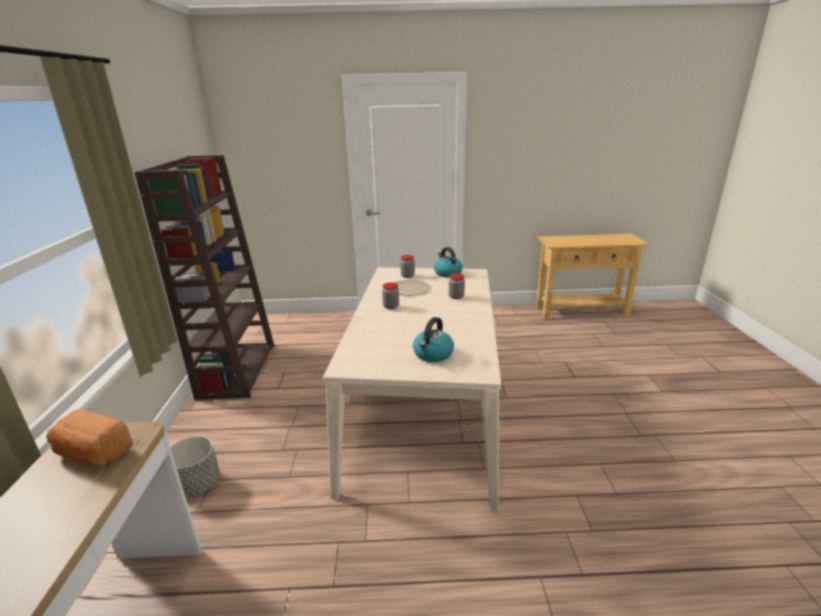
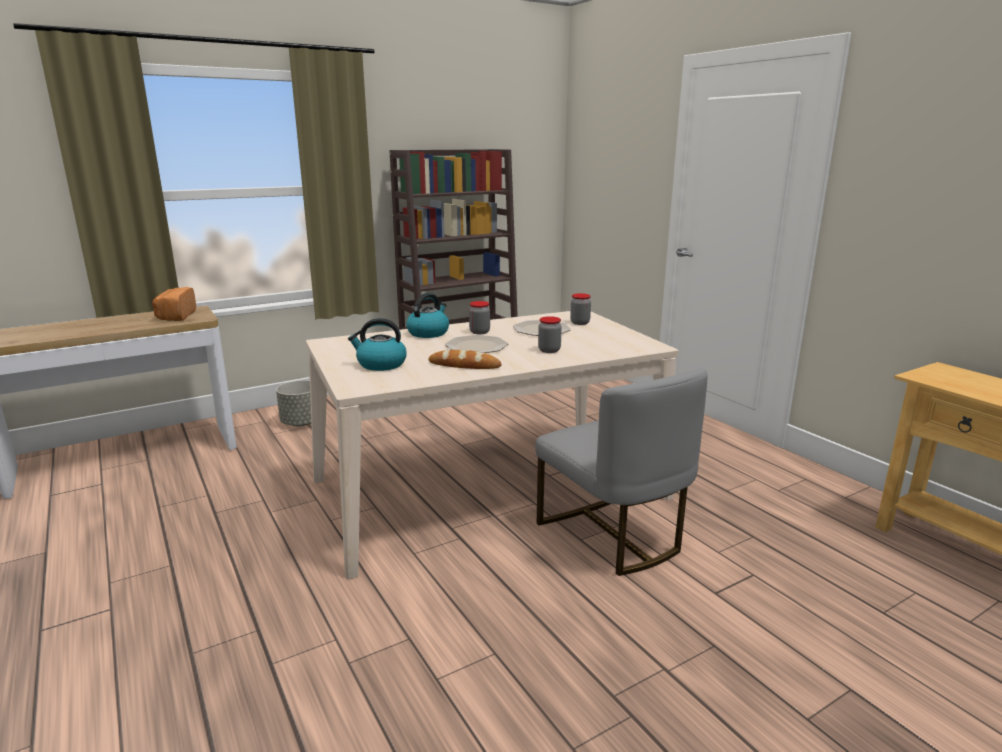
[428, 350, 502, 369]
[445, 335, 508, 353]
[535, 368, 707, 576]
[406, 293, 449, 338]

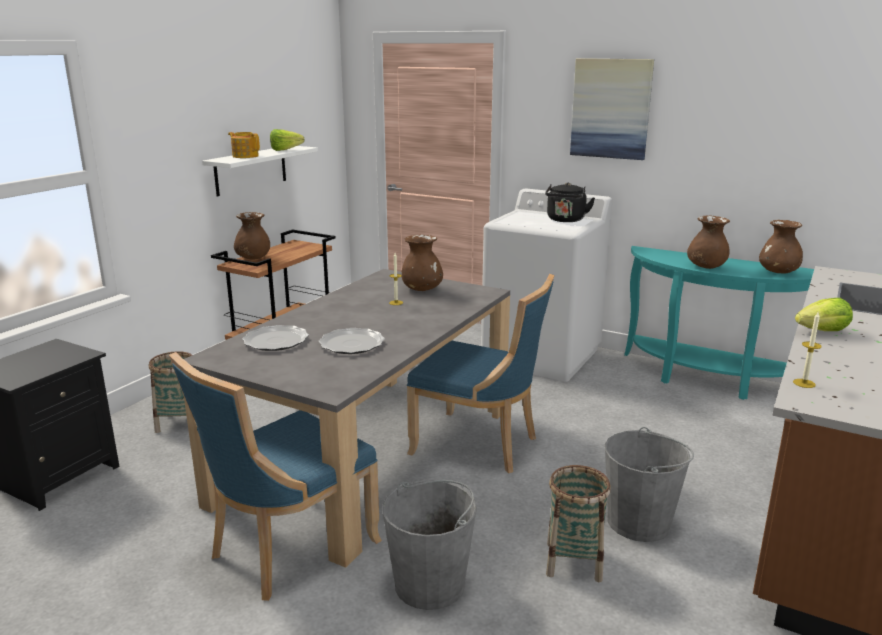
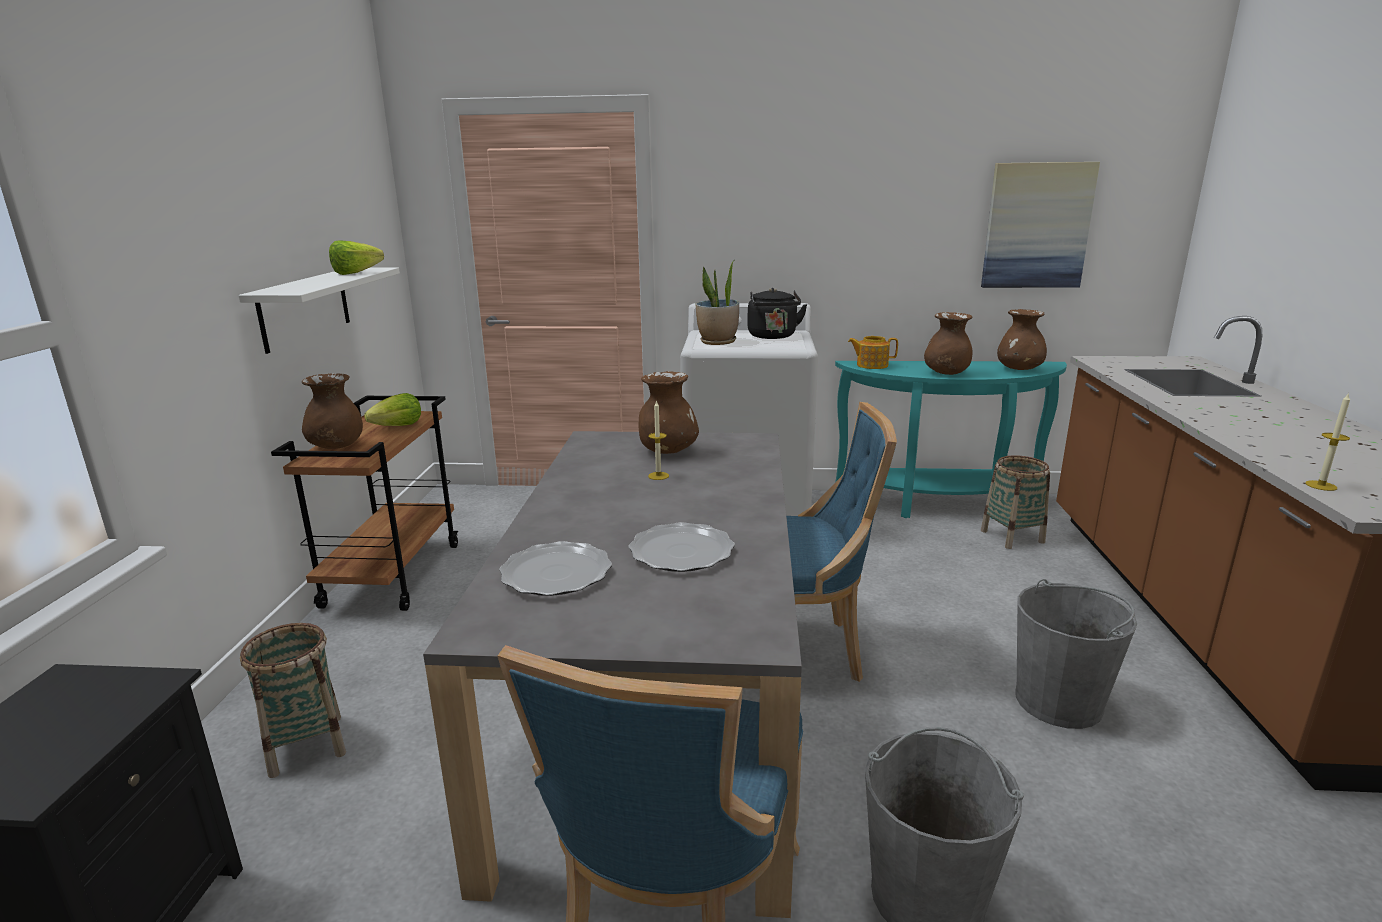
[695, 262, 739, 345]
[848, 336, 898, 369]
[981, 455, 1050, 549]
[981, 162, 1100, 288]
[364, 393, 421, 426]

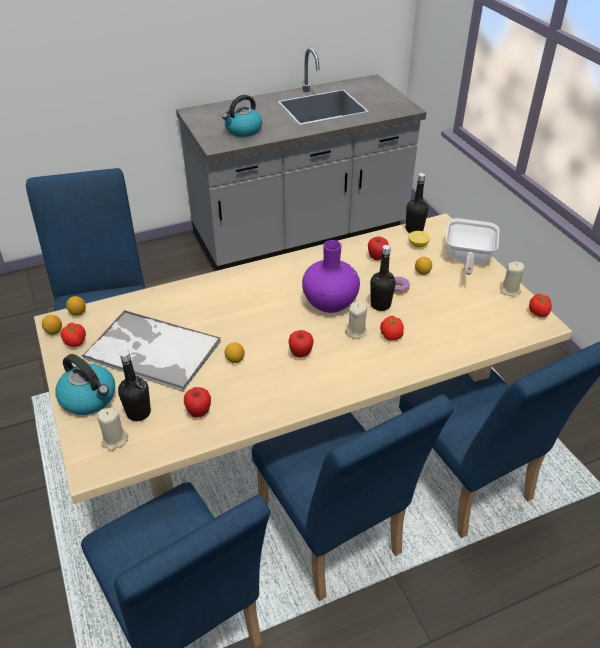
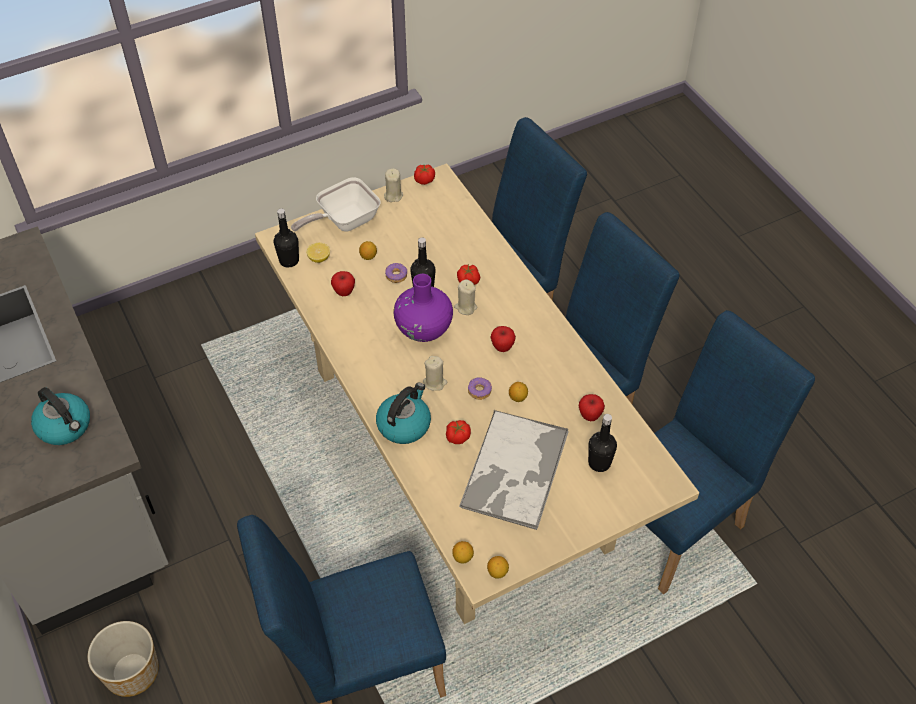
[88, 621, 159, 697]
[468, 377, 492, 400]
[376, 383, 431, 444]
[446, 420, 471, 444]
[423, 356, 447, 391]
[291, 177, 381, 232]

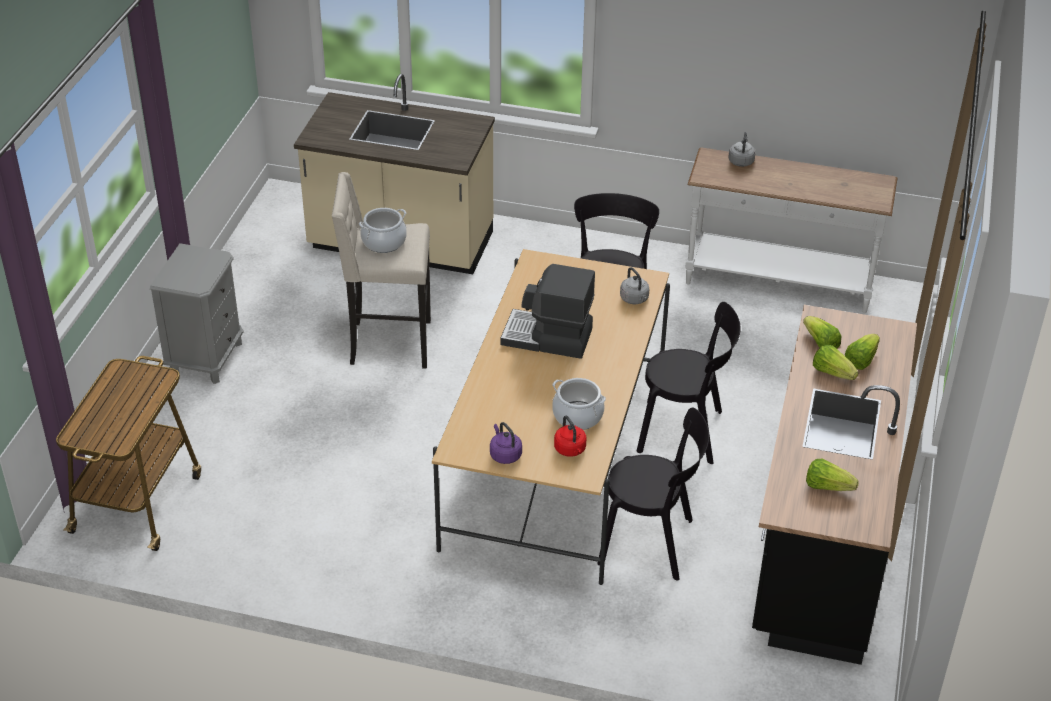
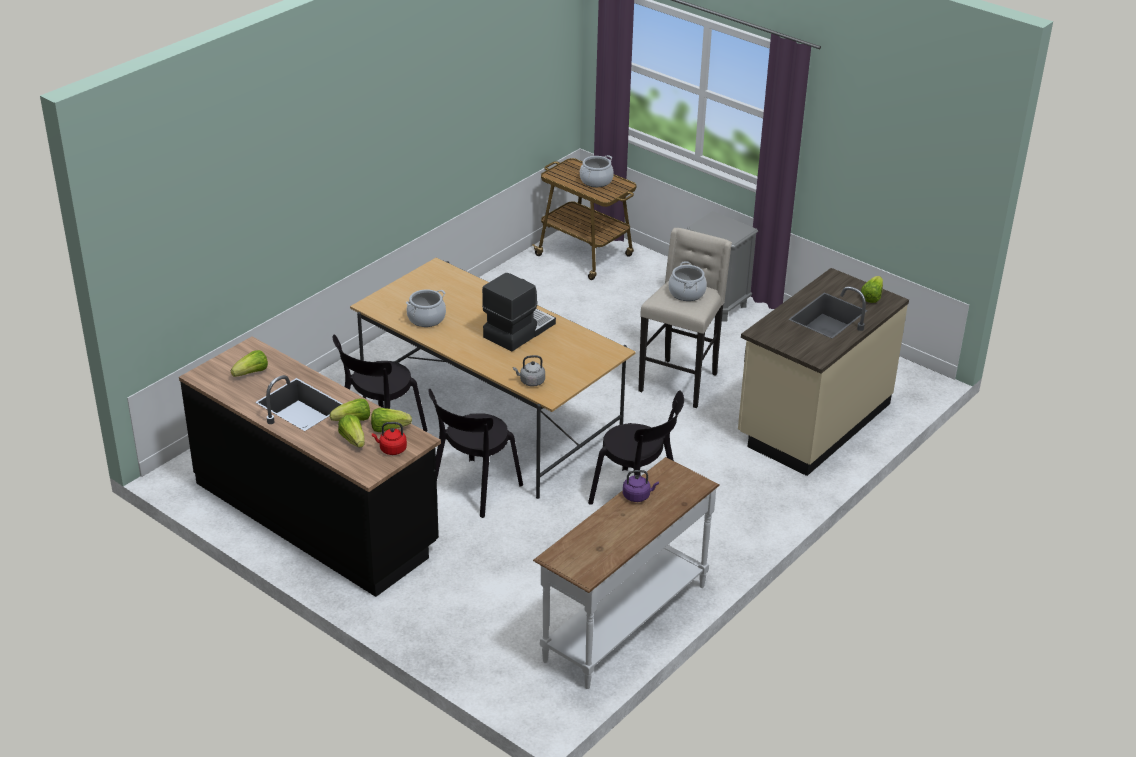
[728, 132, 755, 167] (first image)
[580, 155, 614, 187]
[861, 276, 883, 303]
[623, 470, 659, 502]
[372, 422, 407, 455]

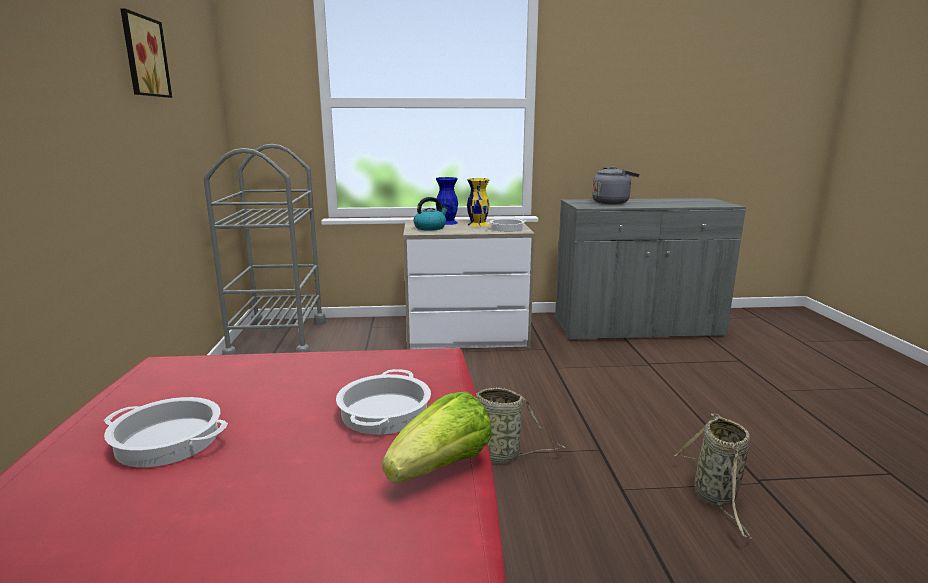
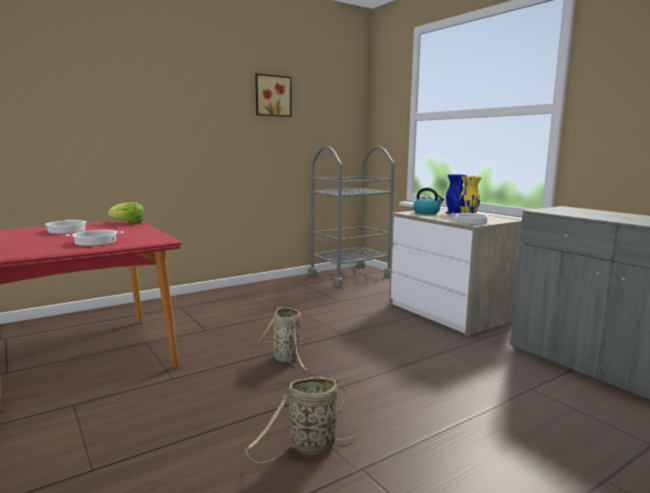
[592, 166, 639, 204] (first image)
[108, 202, 145, 223]

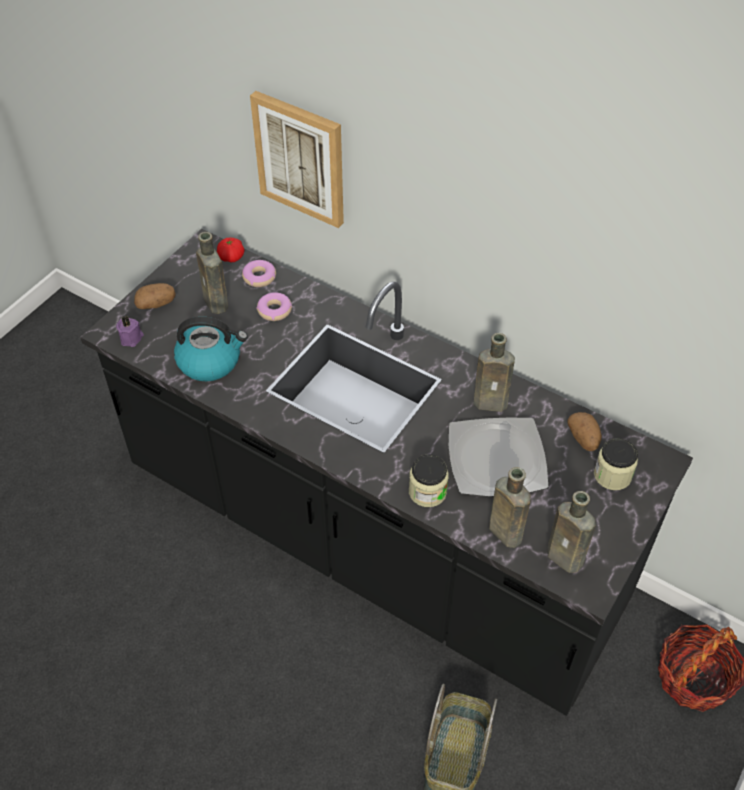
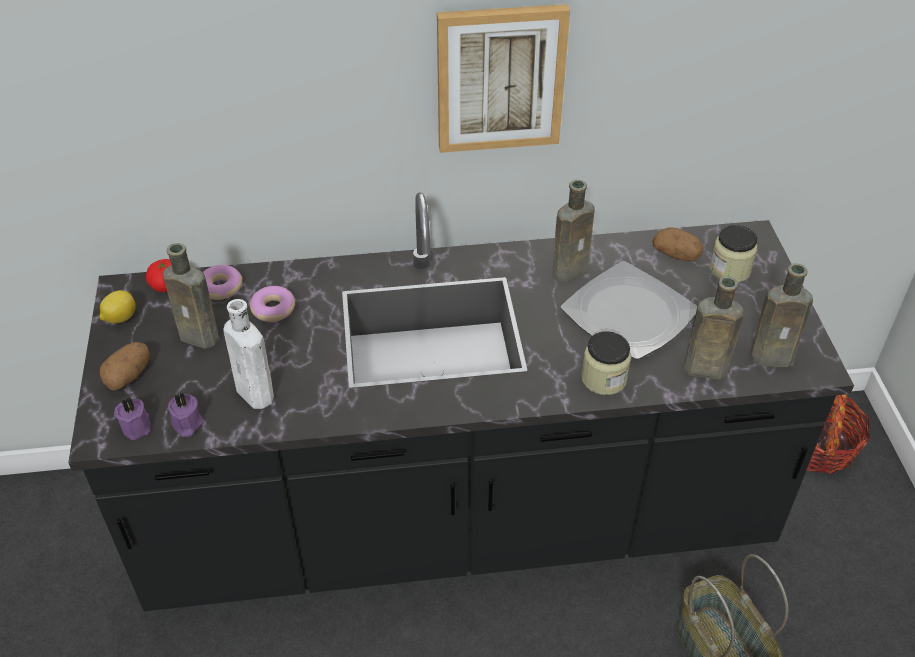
[99, 290, 136, 324]
[168, 393, 203, 437]
[437, 4, 570, 153]
[224, 299, 274, 409]

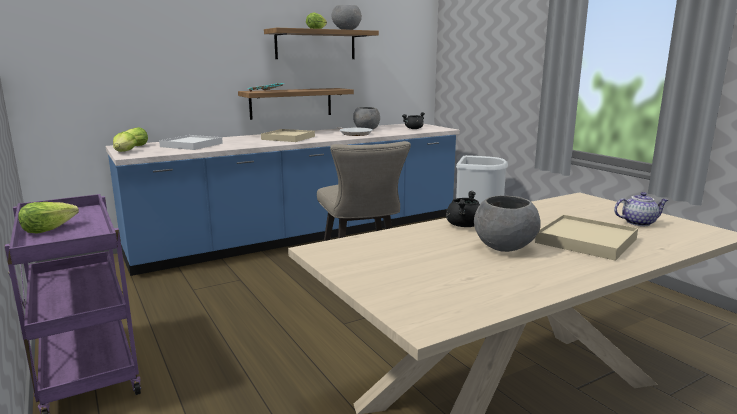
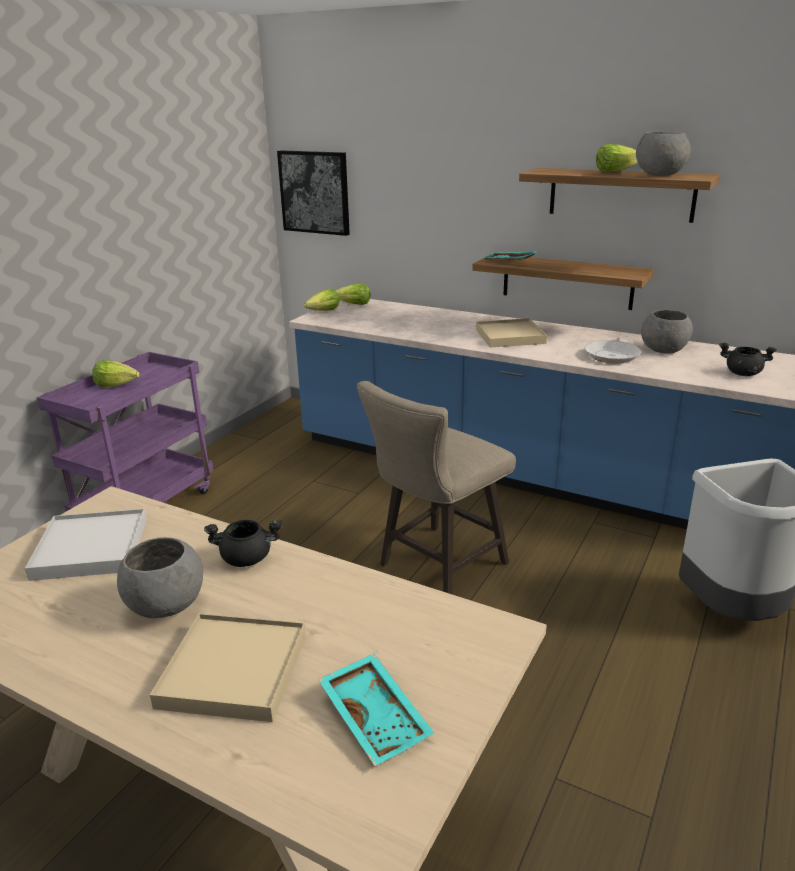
[277, 150, 350, 236]
[25, 509, 147, 581]
[318, 654, 434, 766]

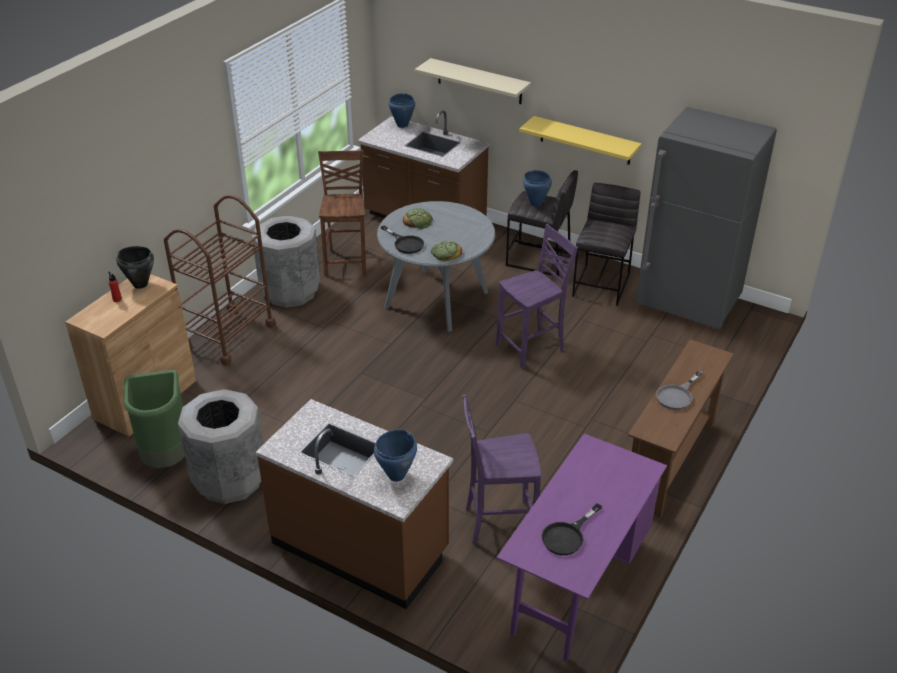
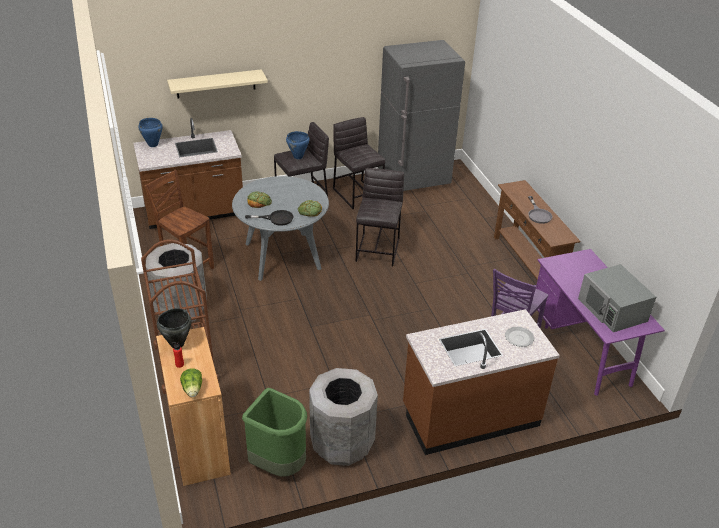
[519, 116, 642, 165] (first image)
[180, 368, 202, 397]
[505, 327, 535, 347]
[356, 168, 404, 266]
[578, 264, 656, 332]

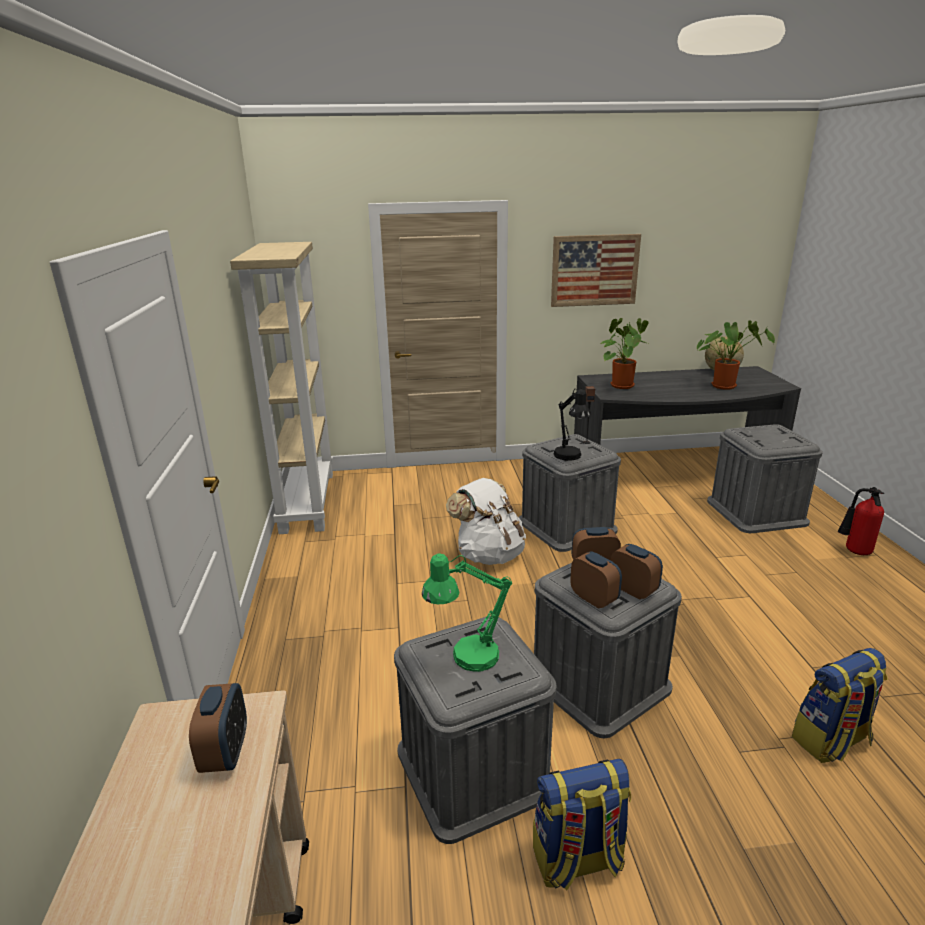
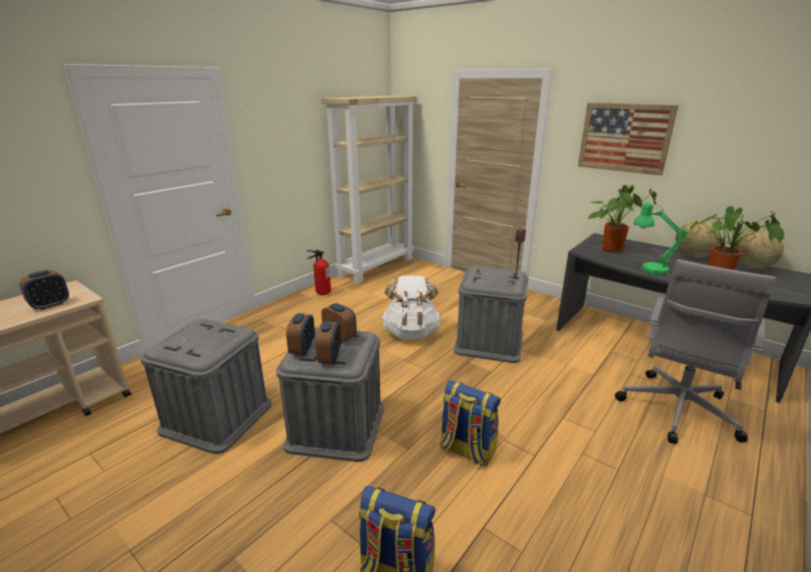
[553, 389, 591, 461] (first image)
[676, 219, 720, 258]
[633, 202, 688, 275]
[440, 380, 501, 467]
[307, 250, 331, 295]
[615, 259, 776, 444]

